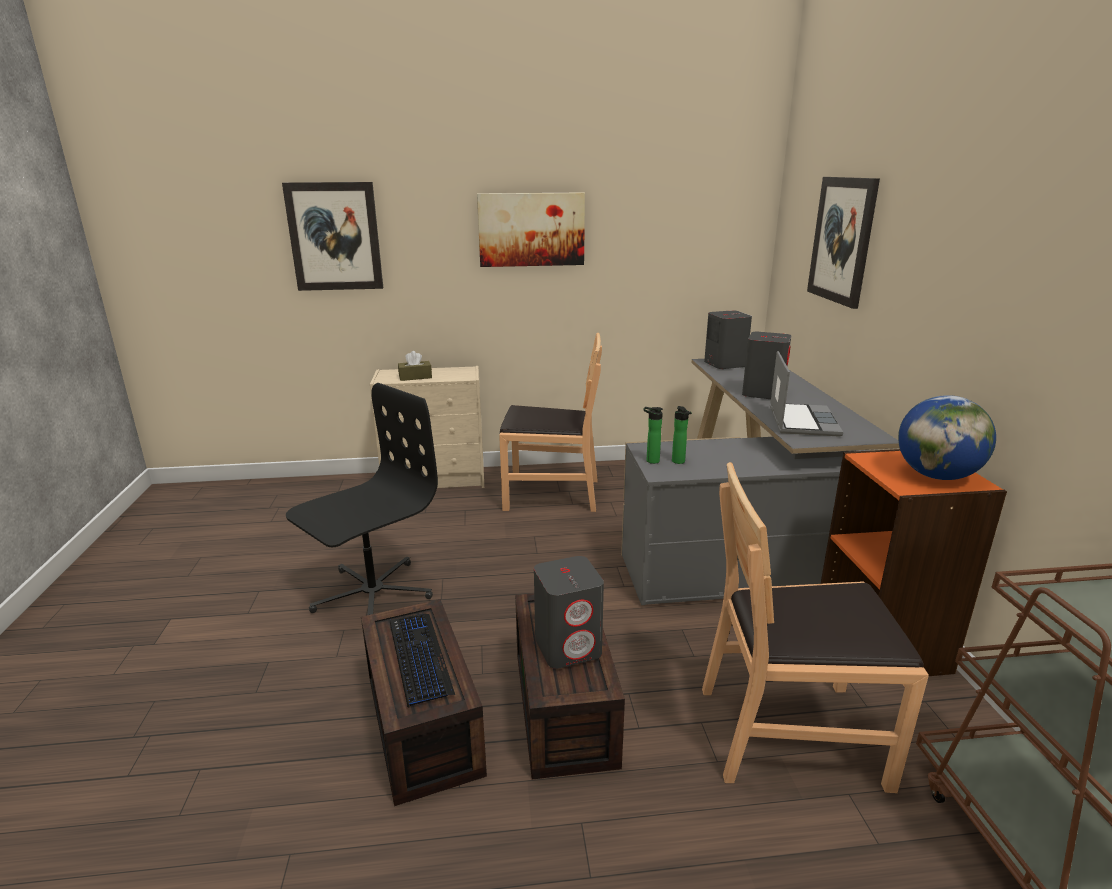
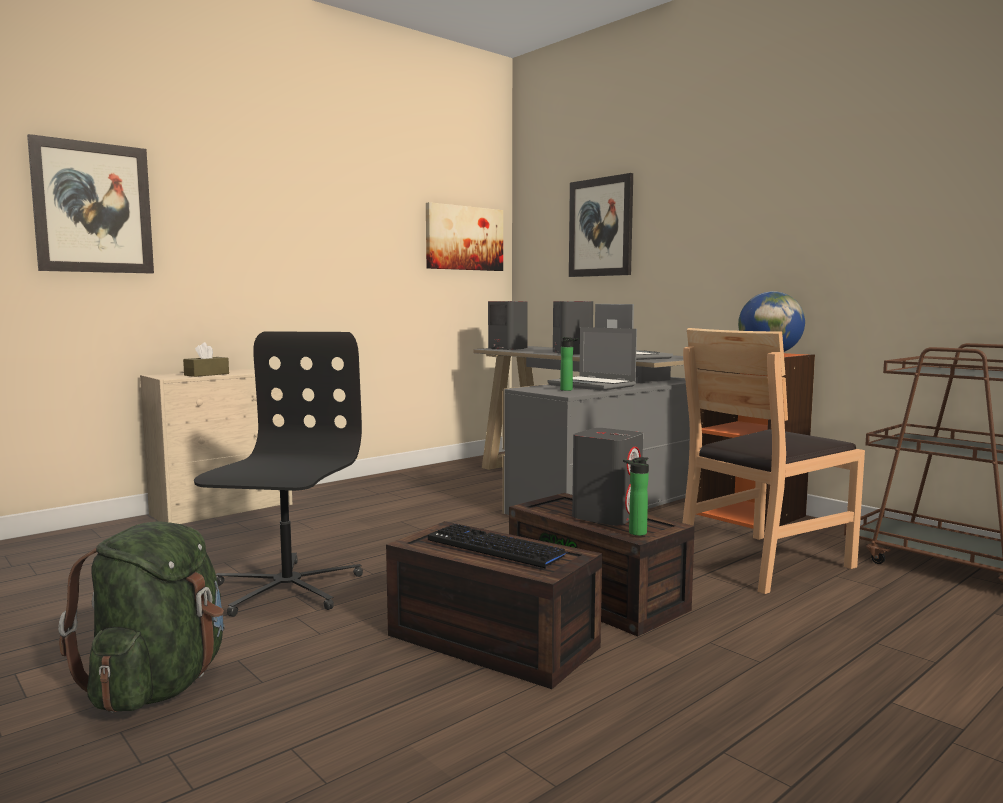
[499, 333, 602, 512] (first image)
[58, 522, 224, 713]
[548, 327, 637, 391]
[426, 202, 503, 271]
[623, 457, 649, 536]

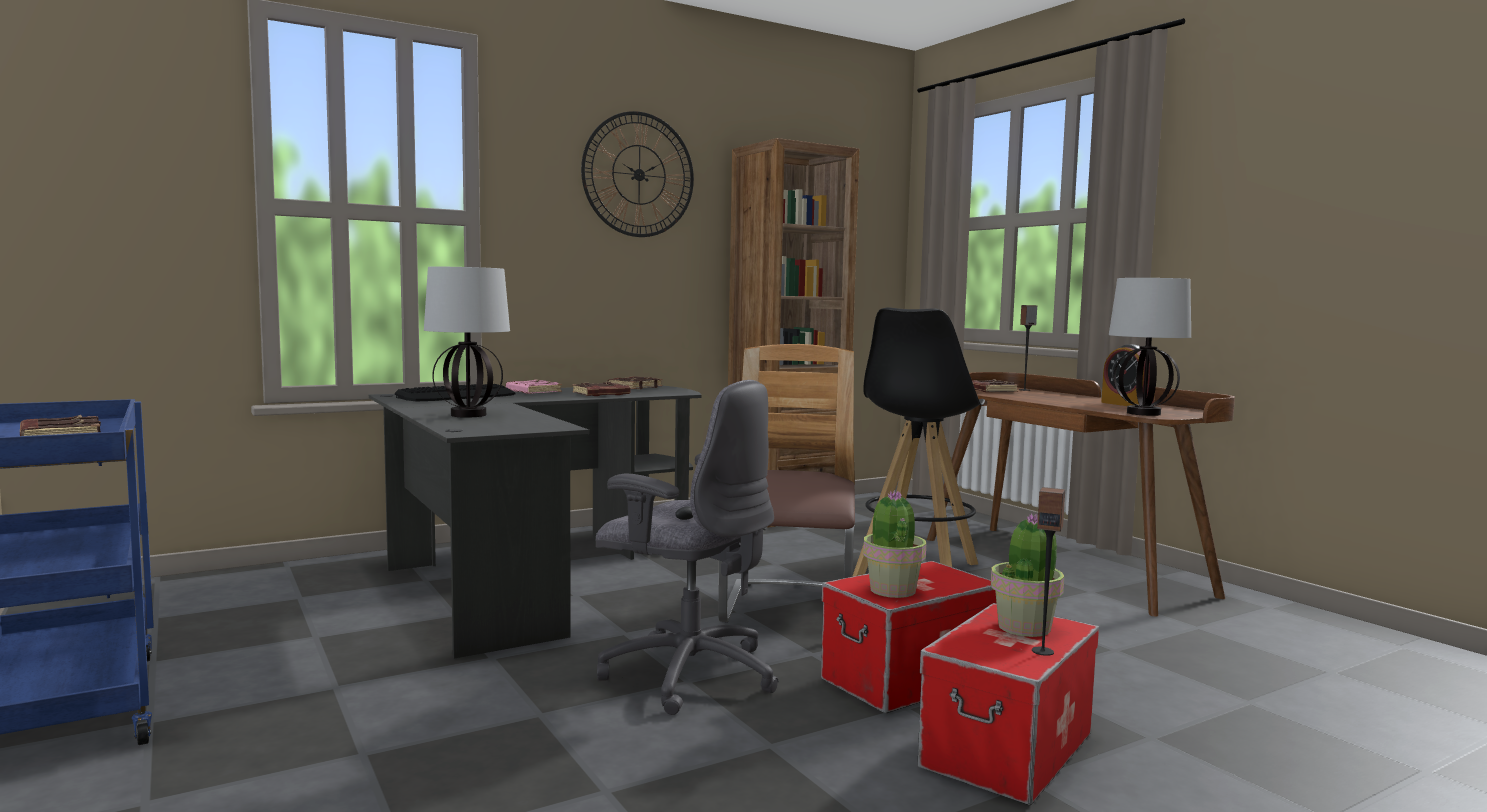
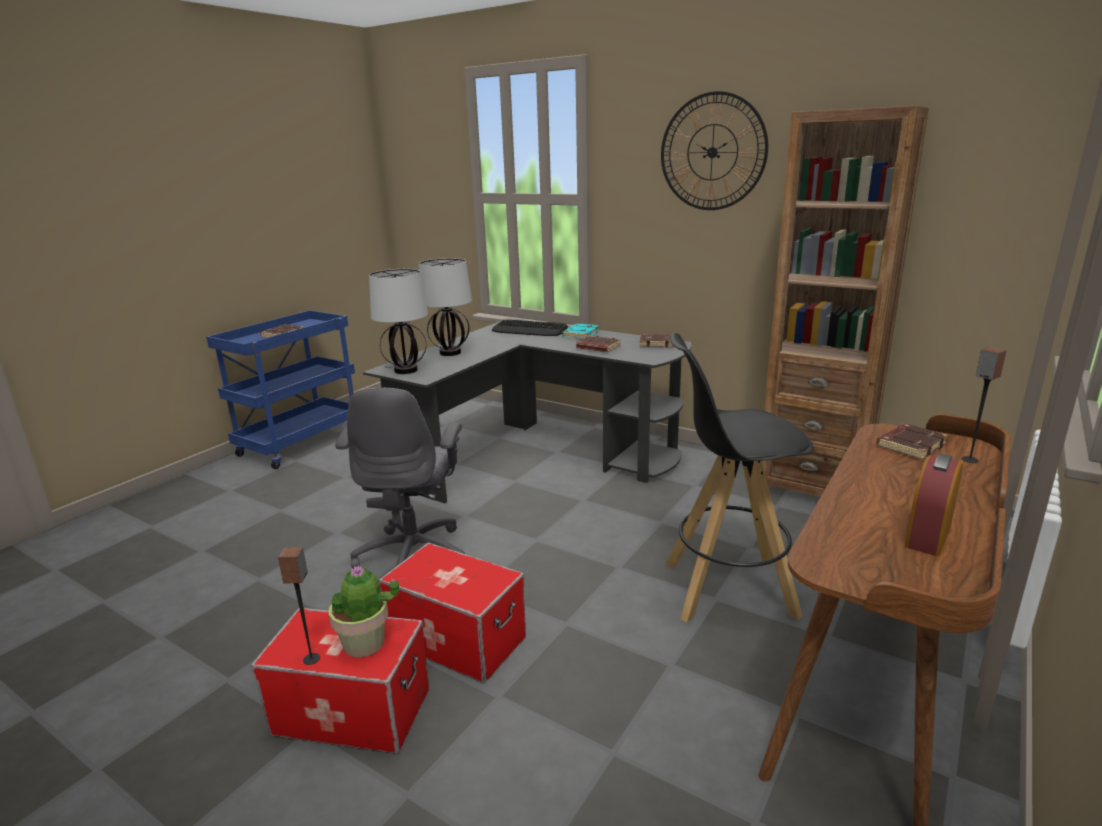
[718, 344, 855, 623] (first image)
[863, 490, 926, 598] (first image)
[369, 269, 428, 374]
[562, 324, 599, 338]

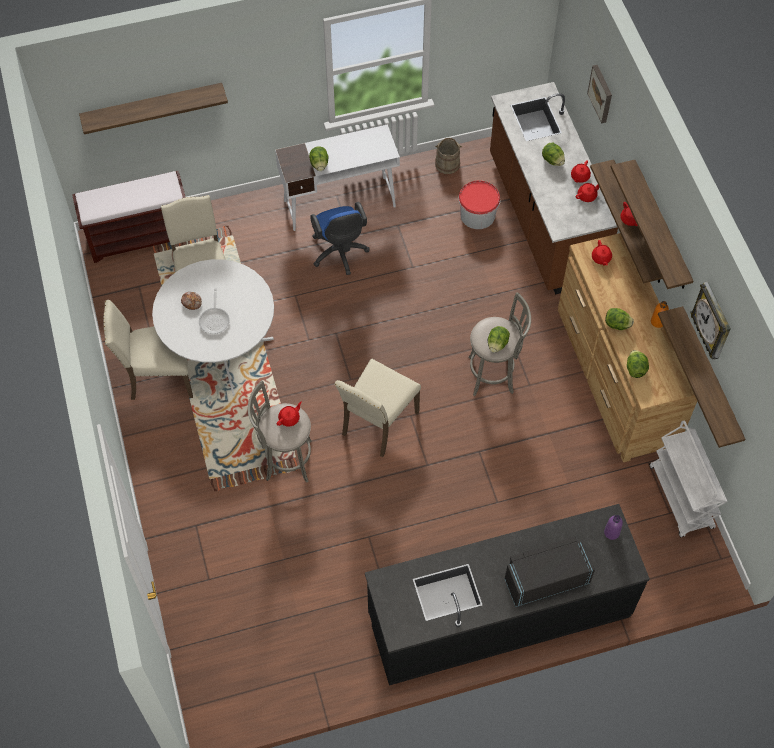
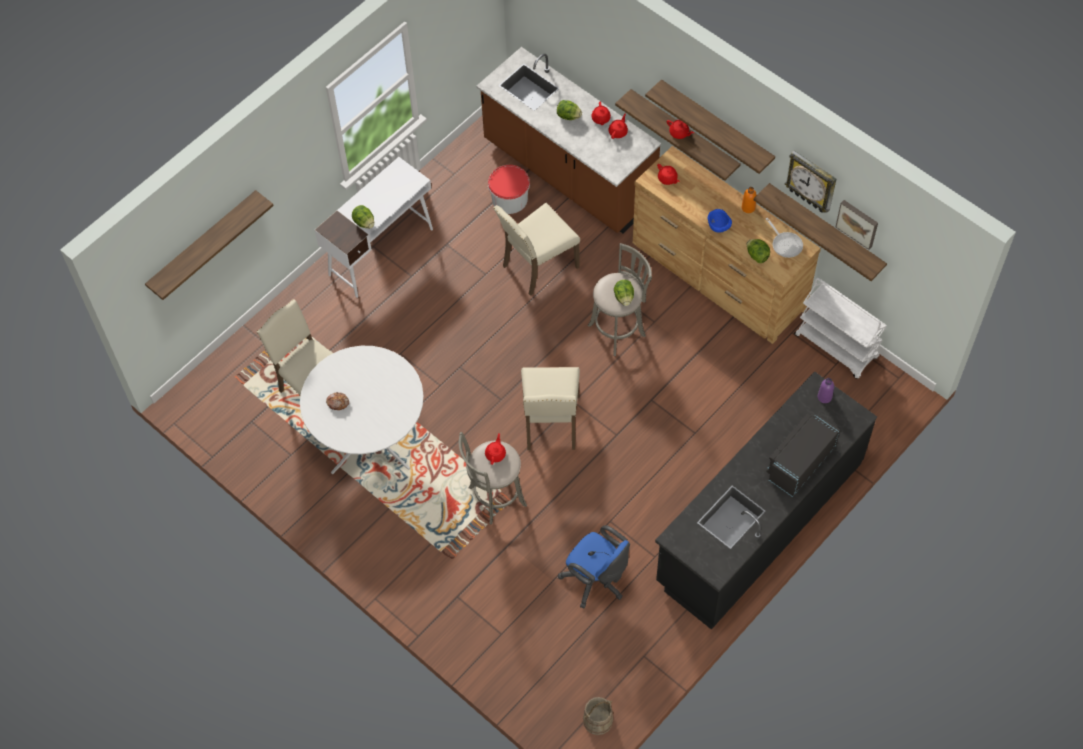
[72, 171, 186, 263] (first image)
[493, 203, 580, 296]
[766, 218, 803, 258]
[558, 525, 630, 608]
[583, 697, 614, 735]
[835, 200, 878, 250]
[708, 209, 732, 233]

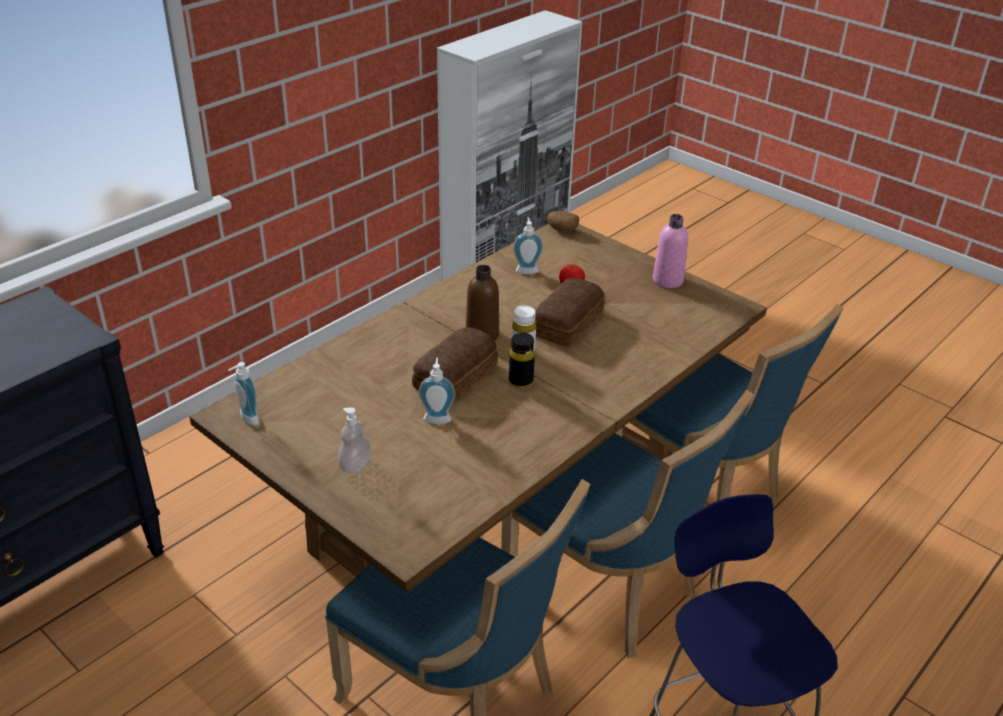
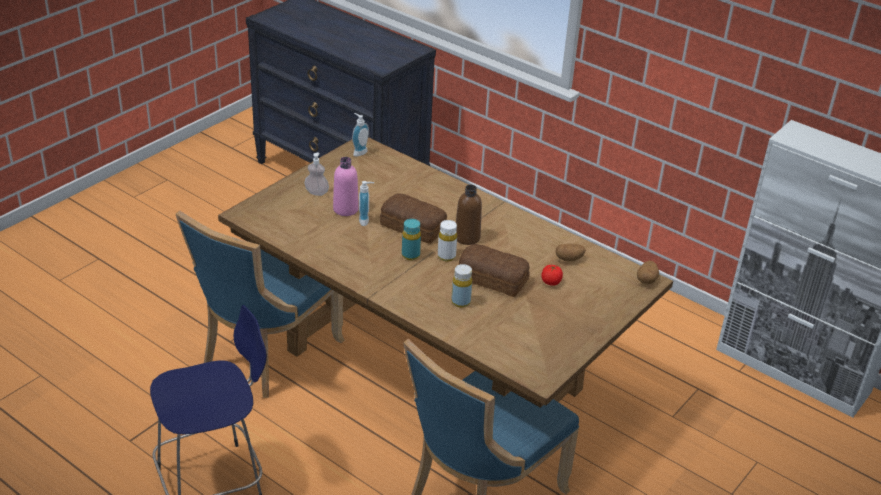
[501, 389, 754, 658] (first image)
[451, 264, 472, 307]
[333, 157, 359, 216]
[556, 244, 586, 262]
[402, 219, 421, 260]

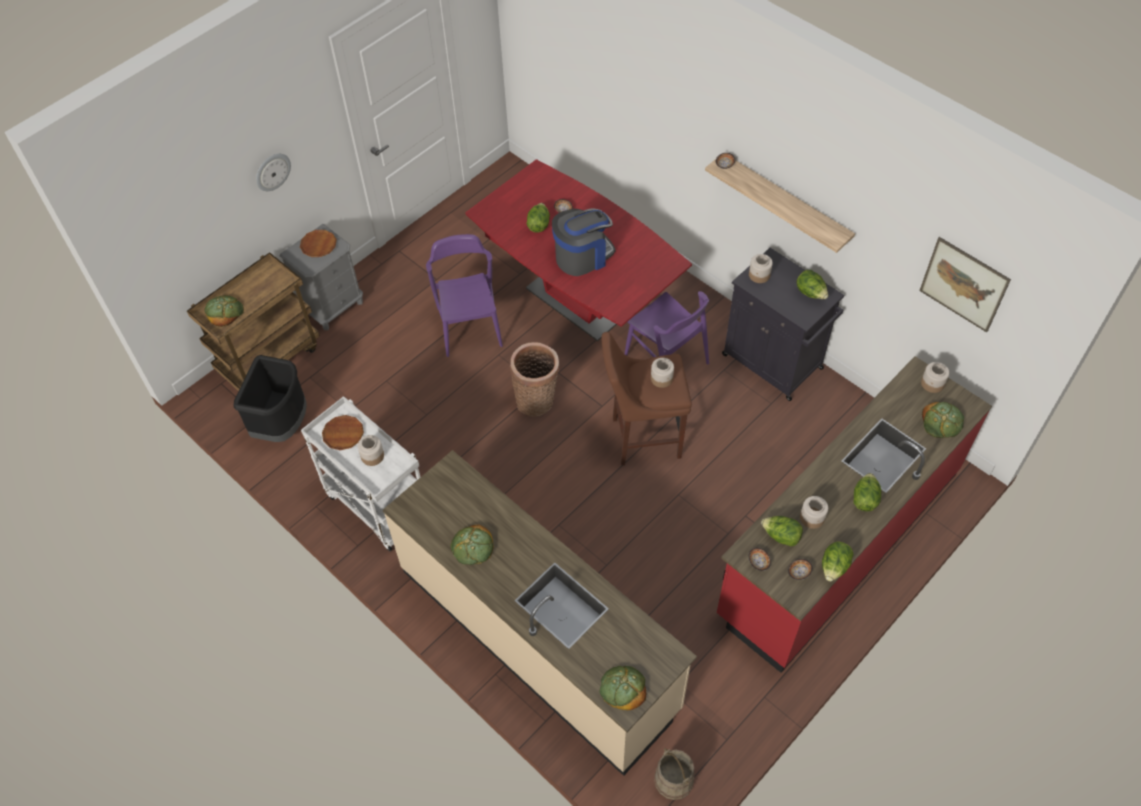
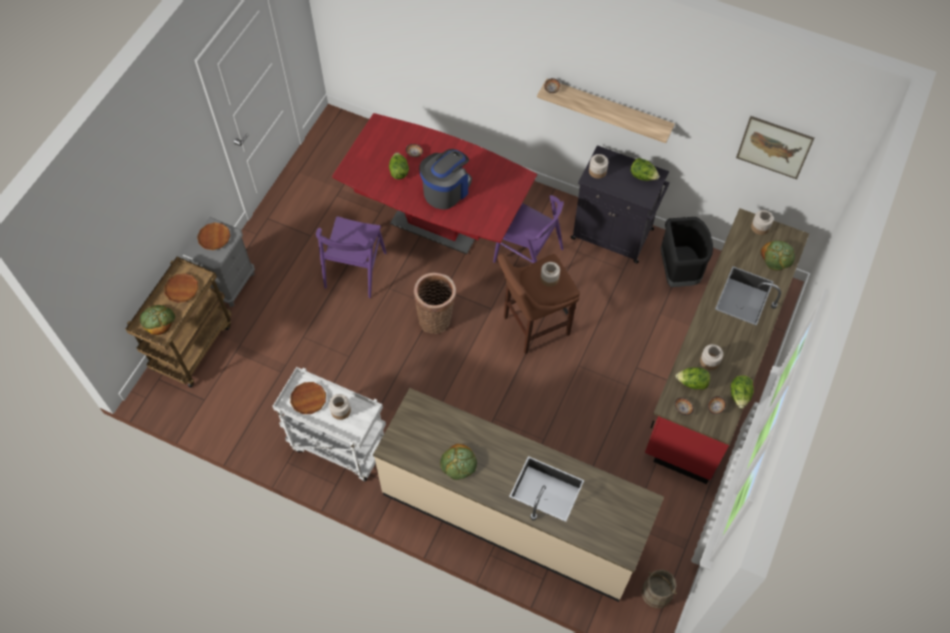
[256, 154, 291, 191] (first image)
[599, 666, 646, 710] (first image)
[853, 473, 881, 512] (first image)
[164, 273, 198, 303]
[661, 217, 713, 287]
[316, 216, 386, 298]

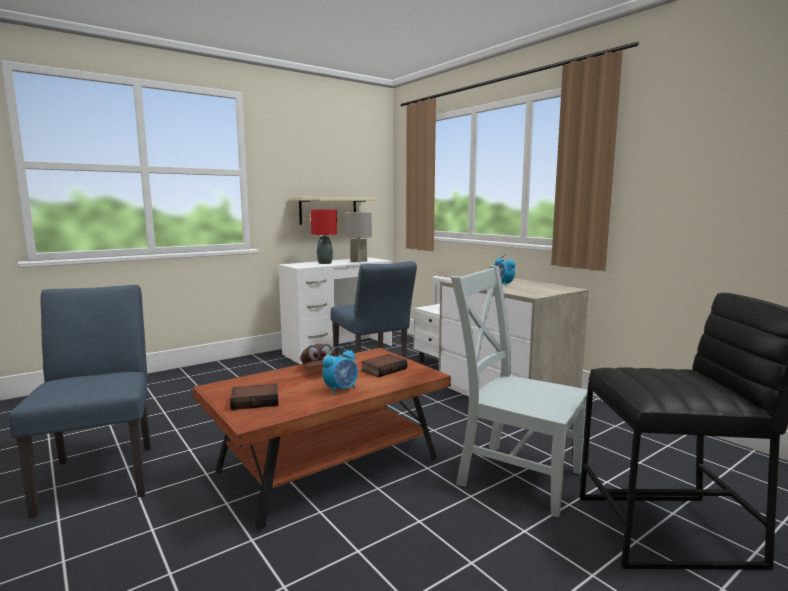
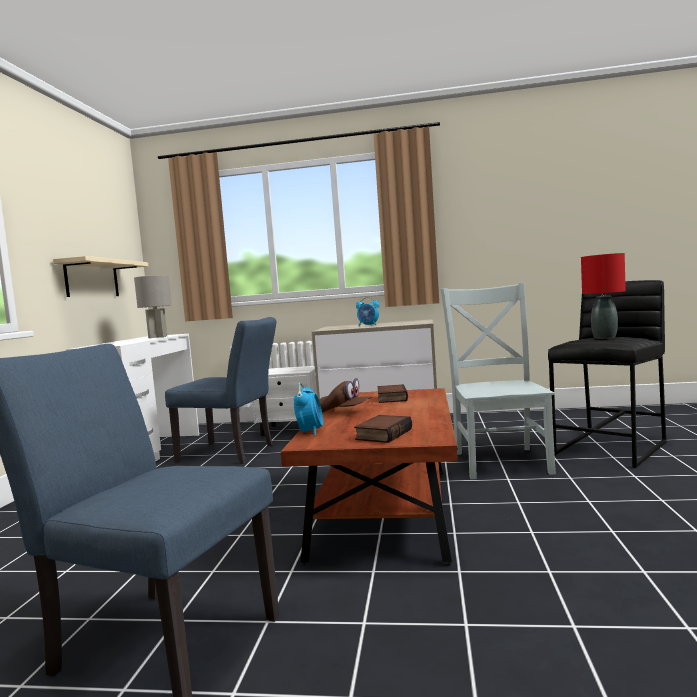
[581, 253, 626, 338]
[293, 382, 323, 436]
[441, 282, 556, 479]

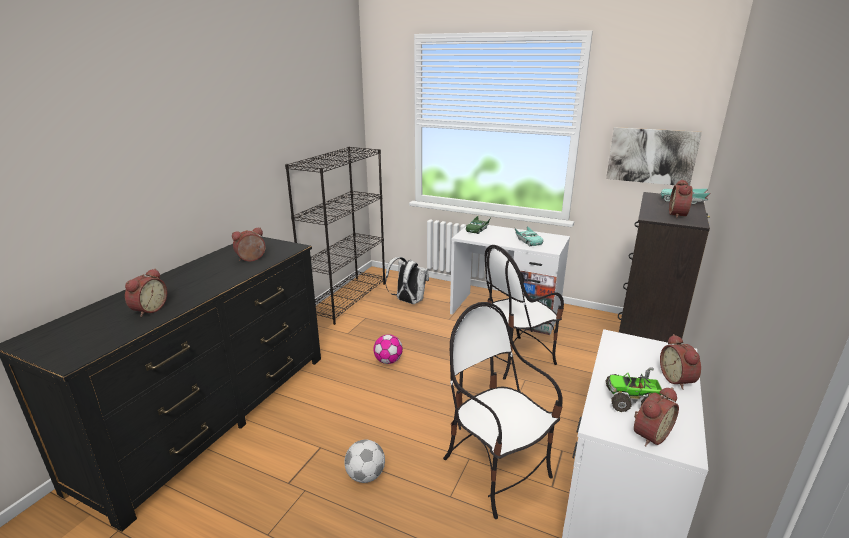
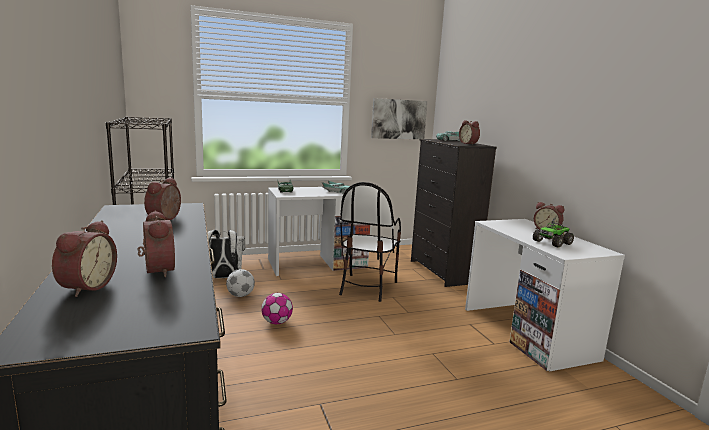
[443, 302, 563, 519] (first image)
[226, 269, 255, 297]
[52, 220, 117, 297]

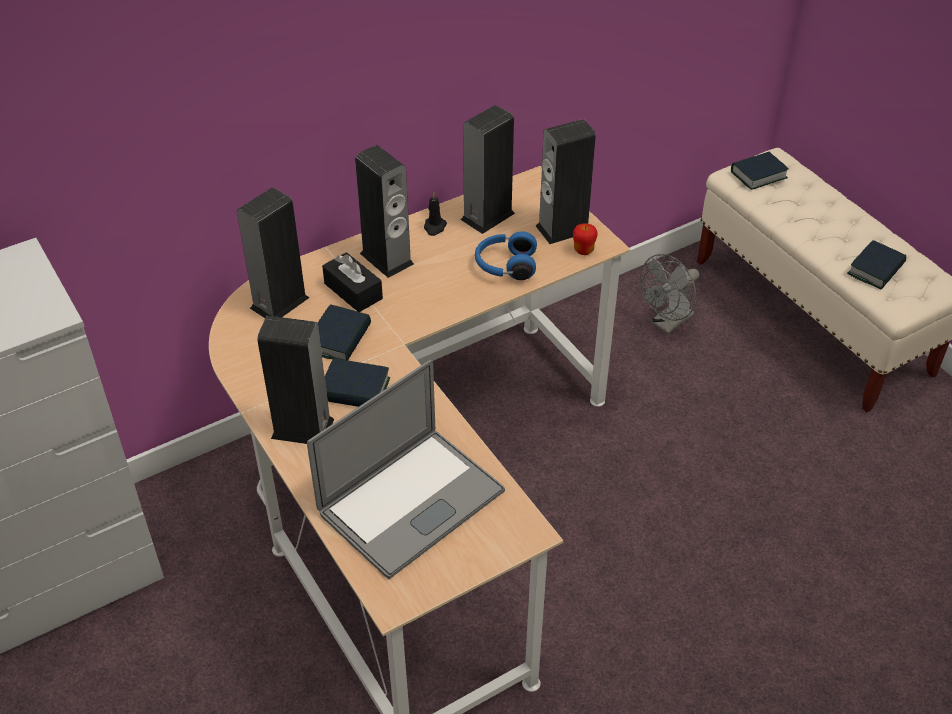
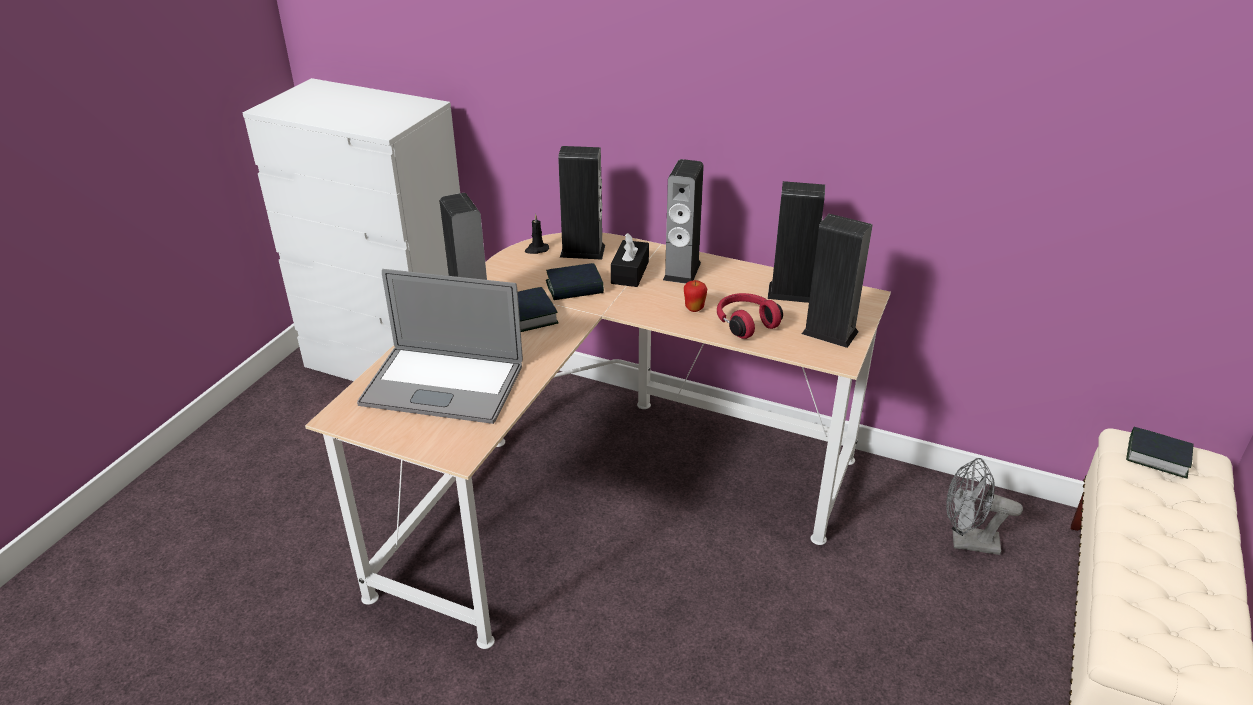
[847, 240, 906, 290] (first image)
[525, 214, 549, 254]
[684, 280, 707, 312]
[717, 293, 783, 339]

